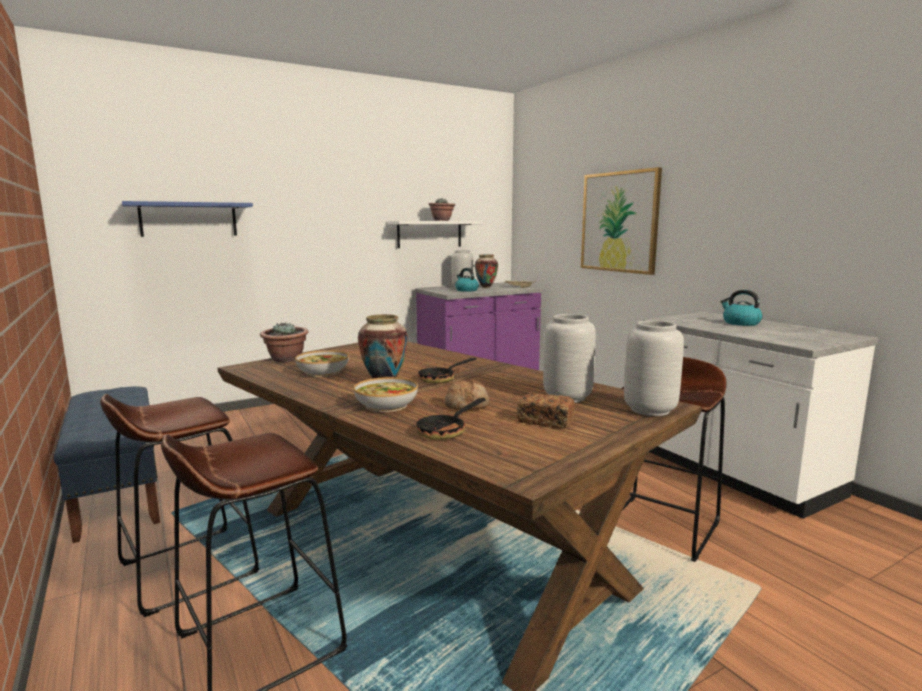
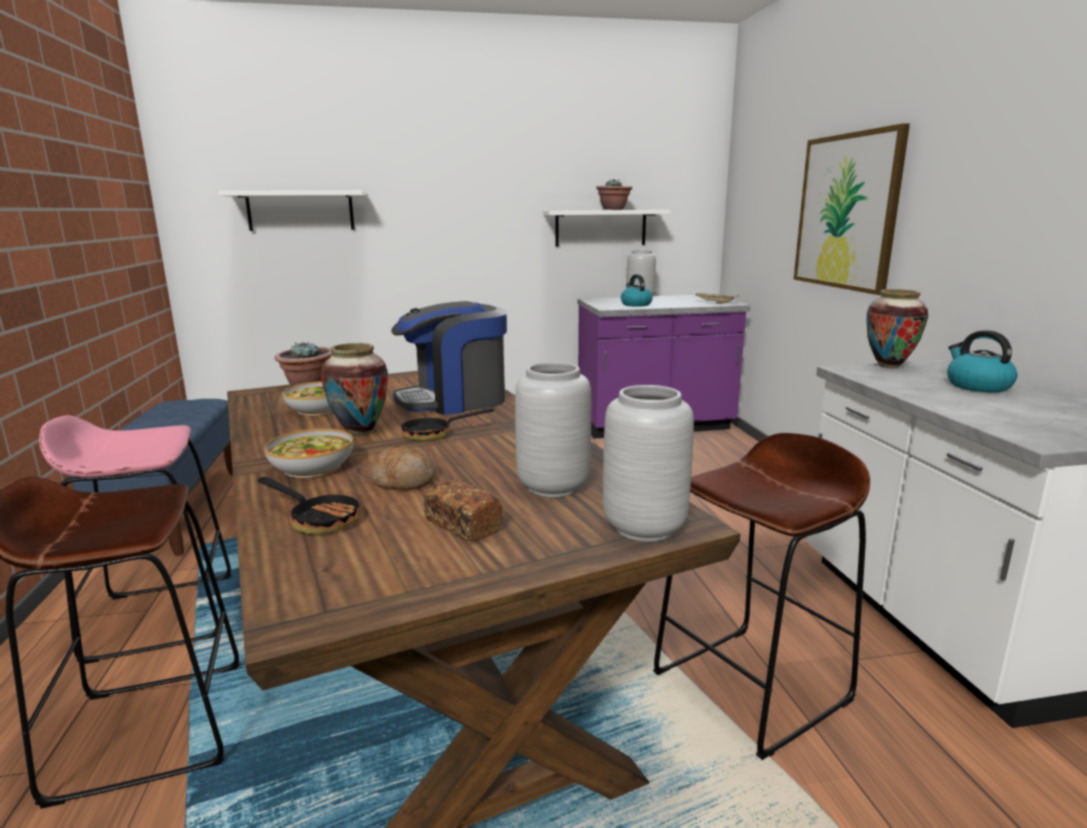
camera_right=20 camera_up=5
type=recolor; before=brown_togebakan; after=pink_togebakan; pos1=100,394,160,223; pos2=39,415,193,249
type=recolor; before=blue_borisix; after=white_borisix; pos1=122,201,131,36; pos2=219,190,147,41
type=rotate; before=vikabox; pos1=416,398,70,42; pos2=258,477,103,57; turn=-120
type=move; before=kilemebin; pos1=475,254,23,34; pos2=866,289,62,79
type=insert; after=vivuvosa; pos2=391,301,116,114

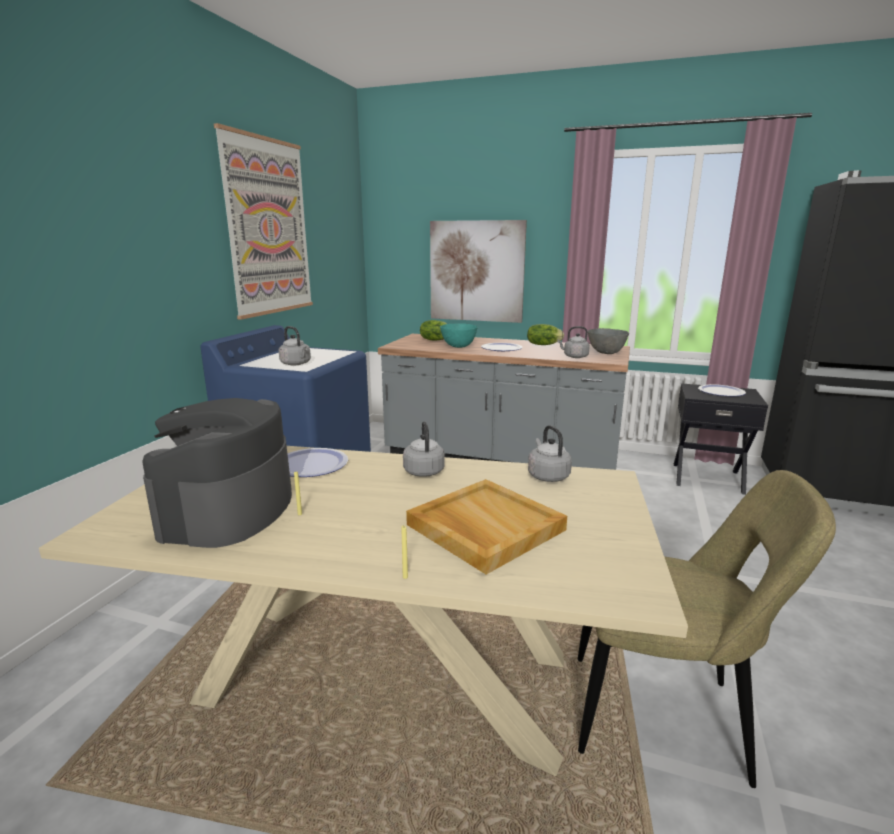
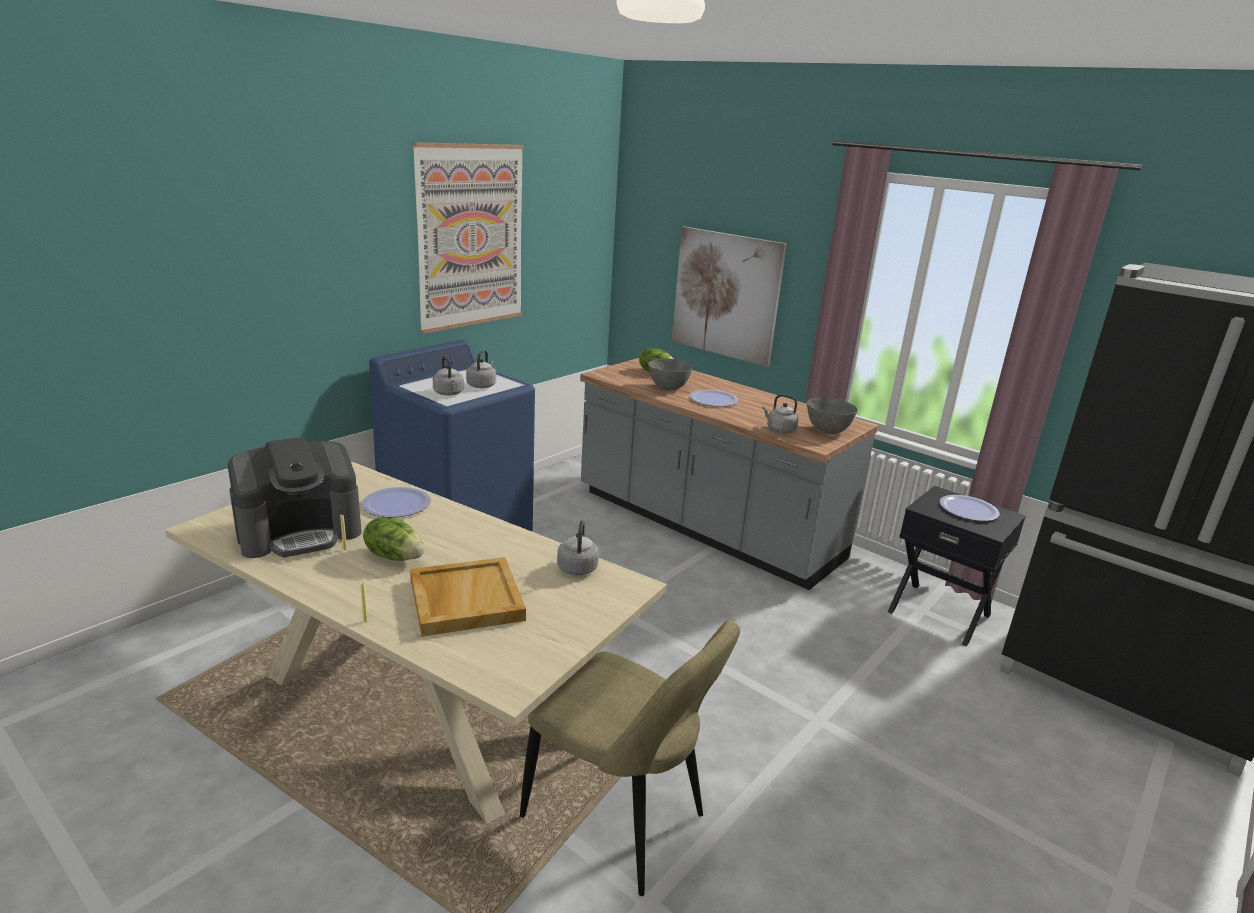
camera_right=20 camera_up=5
type=rotate; before=vivuvosa; pos1=142,398,150,150; pos2=228,437,134,121; turn=-150
type=move; before=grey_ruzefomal; pos1=403,421,42,56; pos2=466,350,30,38
type=recolor; before=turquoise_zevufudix; after=grey_zevufudix; pos1=440,323,38,25; pos2=648,359,45,31
type=move; before=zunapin; pos1=527,324,37,21; pos2=363,517,62,44

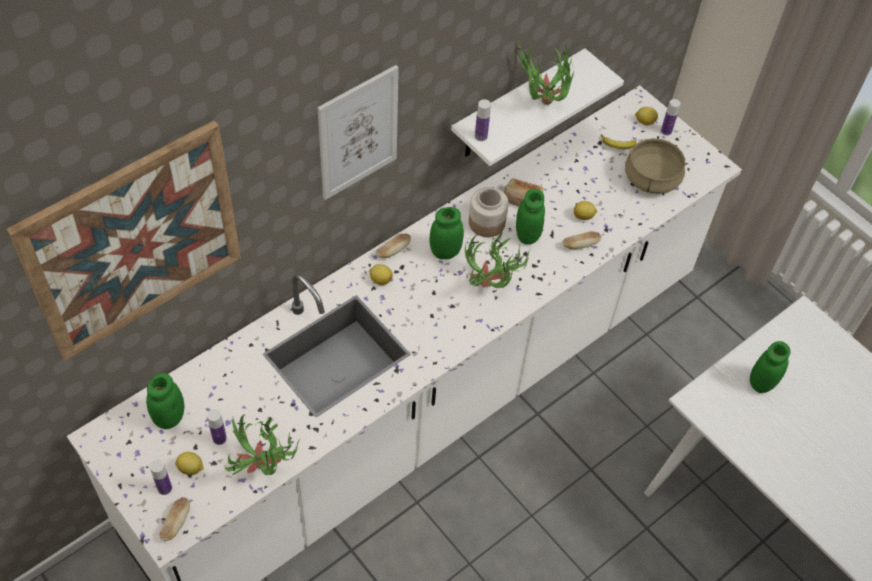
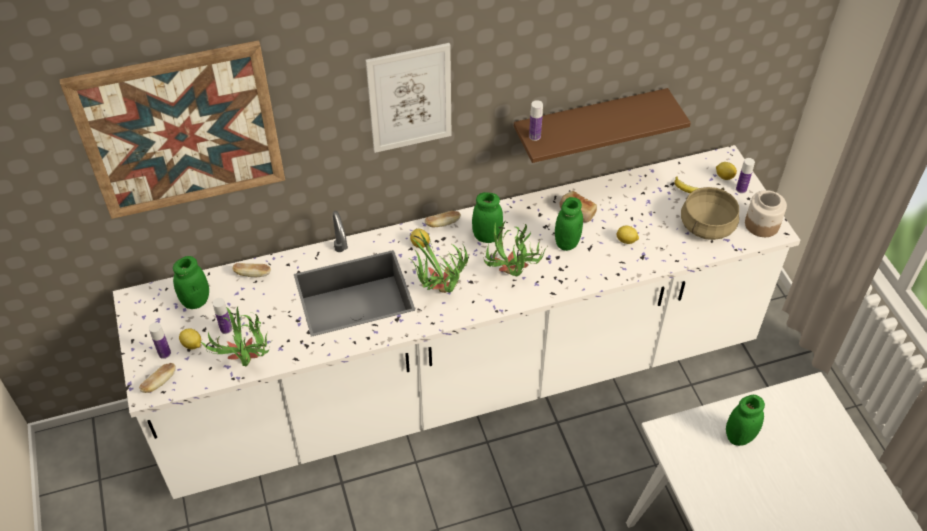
camera_right=25 camera_up=-5
type=recolor; before=white_borisix; after=brown_borisix; pos1=451,48,173,118; pos2=514,88,177,75
type=move; before=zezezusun; pos1=469,187,39,50; pos2=745,190,42,47
type=move; before=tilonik; pos1=515,41,59,64; pos2=408,230,60,63
type=move; before=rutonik; pos1=563,231,38,18; pos2=232,263,39,15

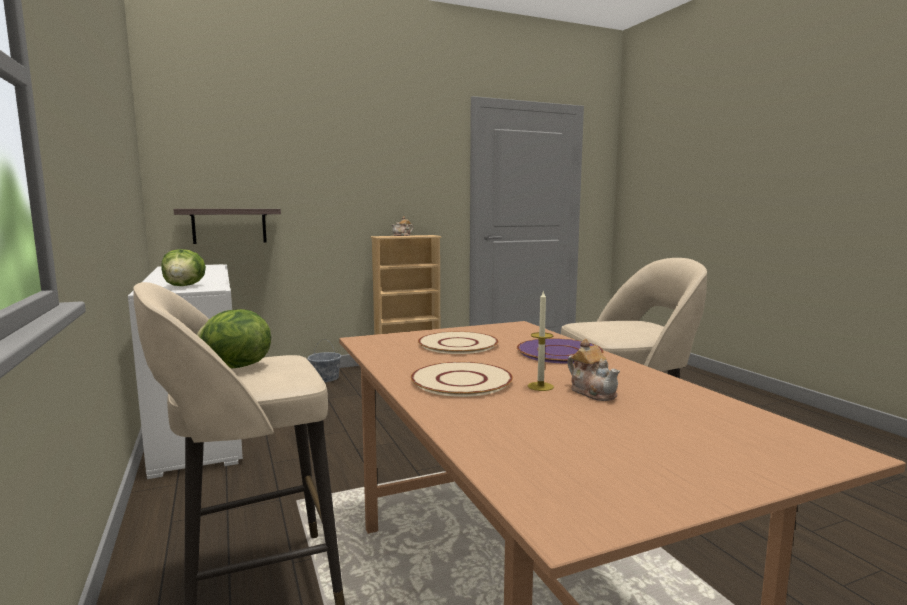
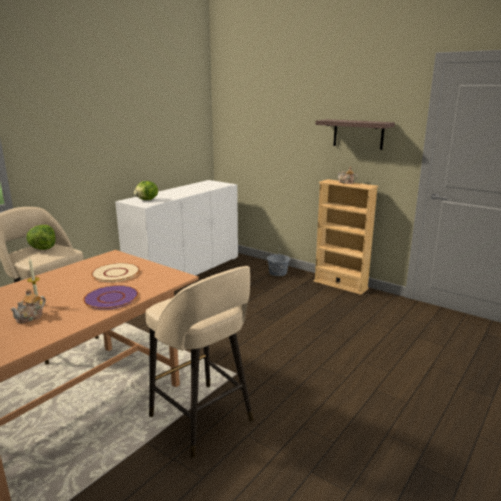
camera_right=60 camera_up=10
type=move; before=borisix; pos1=173,209,108,35; pos2=316,119,79,31
type=delete; before=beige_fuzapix; pos1=411,362,102,35

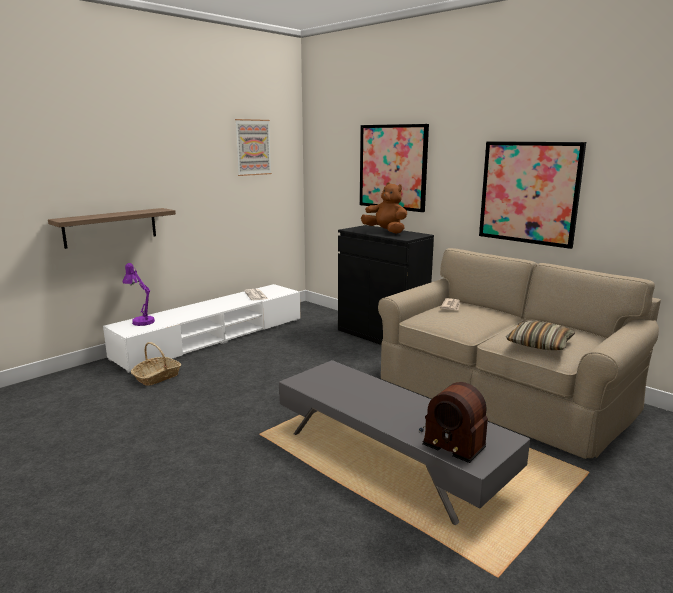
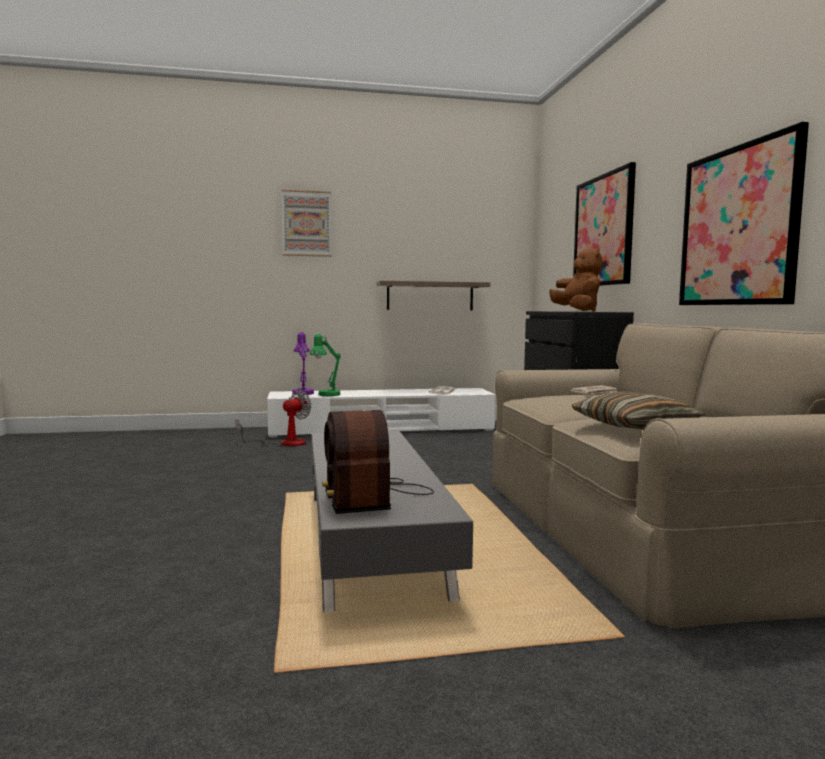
camera_right=35 camera_up=-10
type=move; before=borisix; pos1=48,208,128,41; pos2=377,281,113,29
type=replace; before=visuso; after=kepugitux; pos1=131,342,50,44; pos2=236,390,75,56
type=move; before=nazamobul; pos1=235,119,37,57; pos2=282,190,49,67
type=insert; after=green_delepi; pos2=310,334,31,62

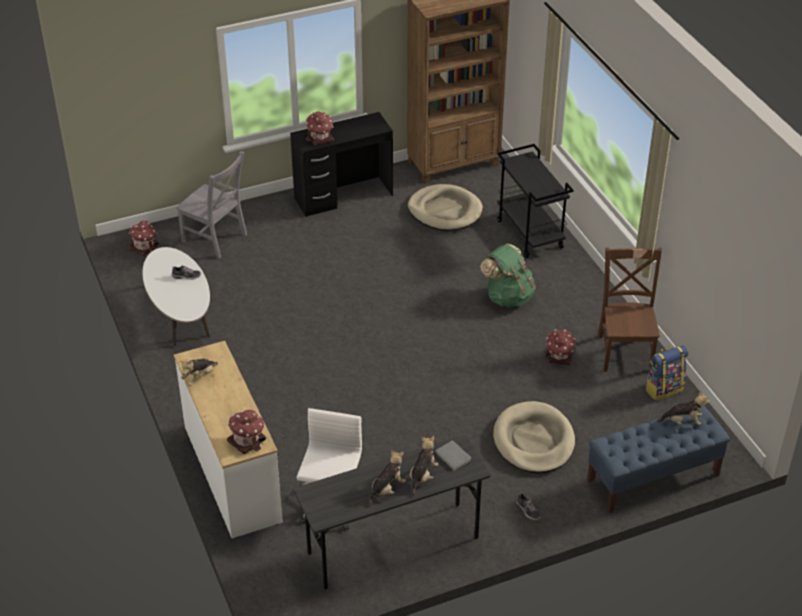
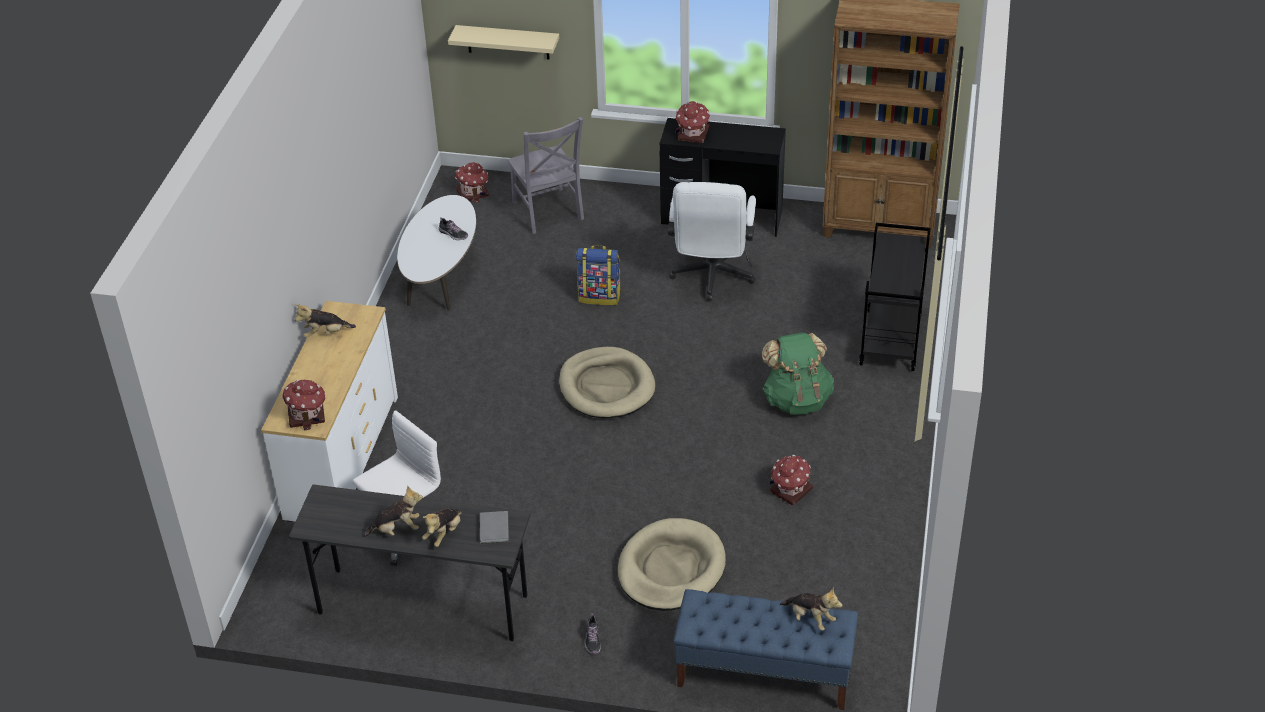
camera_right=35 camera_up=0
type=move; before=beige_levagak; pos1=408,184,75,47; pos2=559,347,96,71
type=rotate; before=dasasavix; pos1=410,436,28,60; pos2=422,508,40,39; turn=150
type=delete; before=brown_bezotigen; pos1=598,247,64,124
type=move; before=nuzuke; pos1=645,345,43,56; pos2=576,245,45,60
type=insert; after=beige_borisix; pos2=448,25,111,35
type=insert; after=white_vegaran; pos2=668,182,88,119

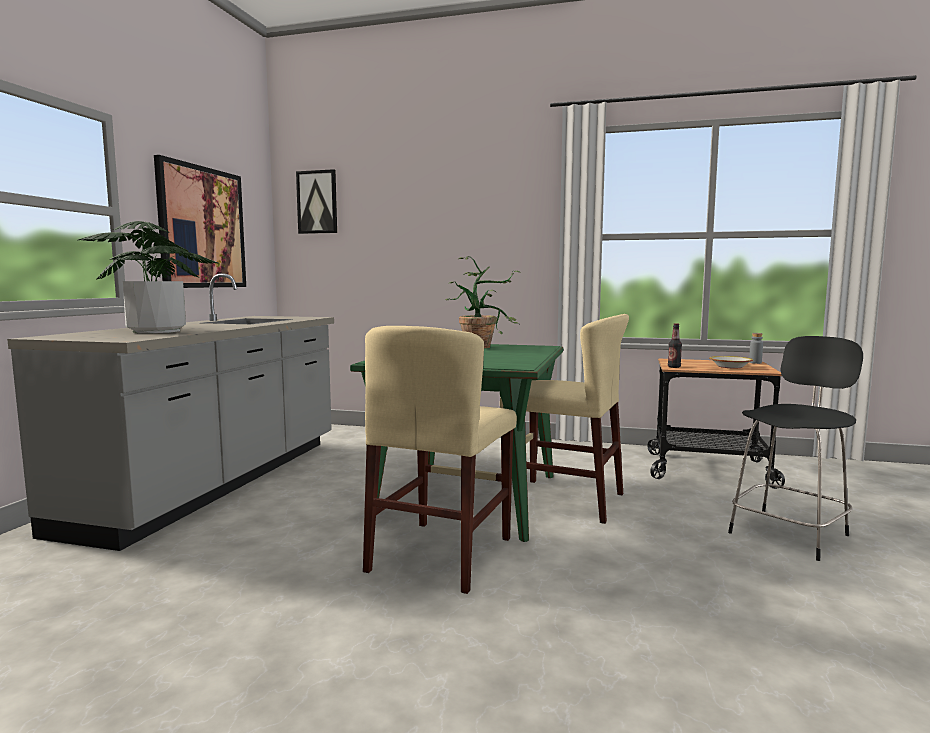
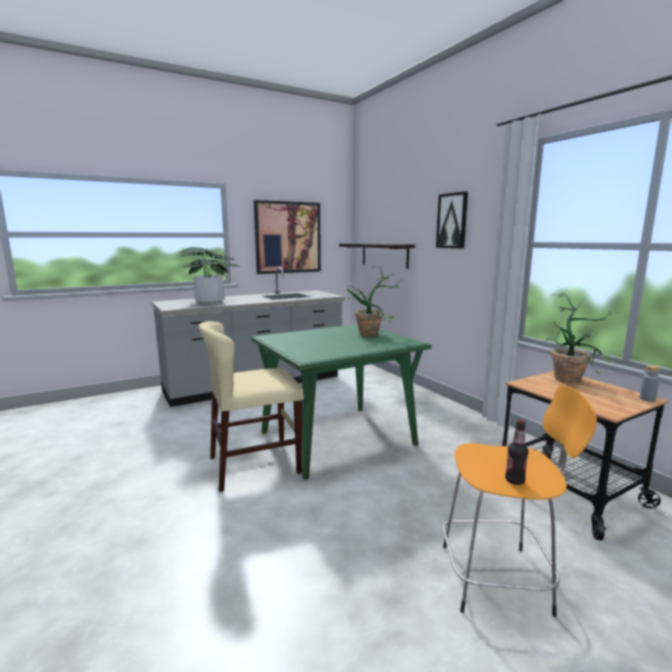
camera_right=45 camera_up=5
type=move; before=nazamobul; pos1=296,169,41,65; pos2=436,191,32,57
type=delete; before=beige_bezotigen; pos1=500,314,129,210
type=move; before=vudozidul; pos1=668,324,14,44; pos2=505,420,23,65
type=delete; before=zevufudix; pos1=709,356,44,12
type=recolor; before=black_togebakan; after=orange_togebakan; pos1=728,336,135,225; pos2=443,385,154,232
type=insert; after=borisix; pos2=339,243,76,26
type=insert; after=tilonik; pos2=545,293,72,91

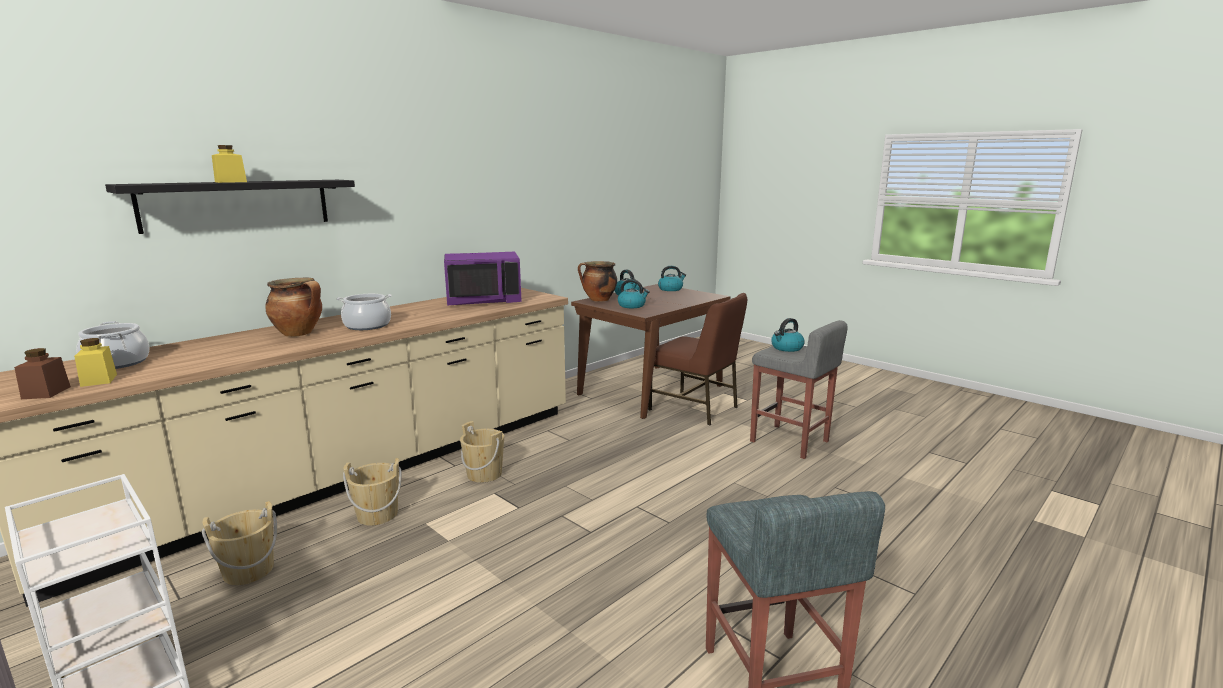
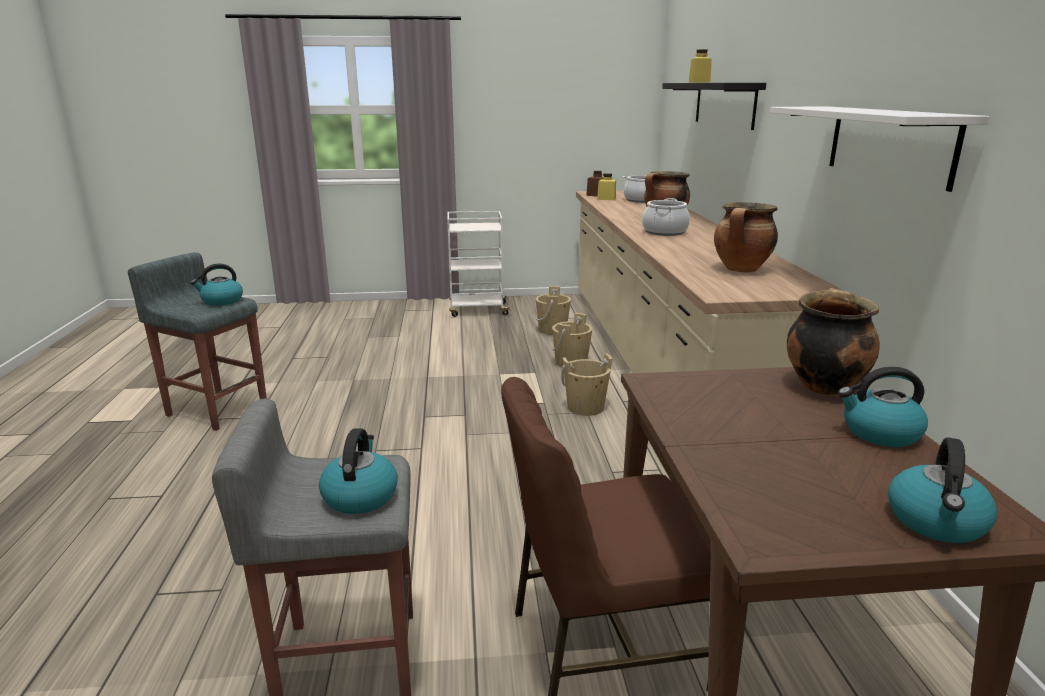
camera_right=130 camera_up=5
type=replace; before=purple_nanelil; after=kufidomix; pos1=444,252,78,54; pos2=714,202,64,71
type=move; before=ruzefomal; pos1=618,279,32,29; pos2=191,263,52,43
type=insert; after=white_borisix; pos2=770,107,219,85

